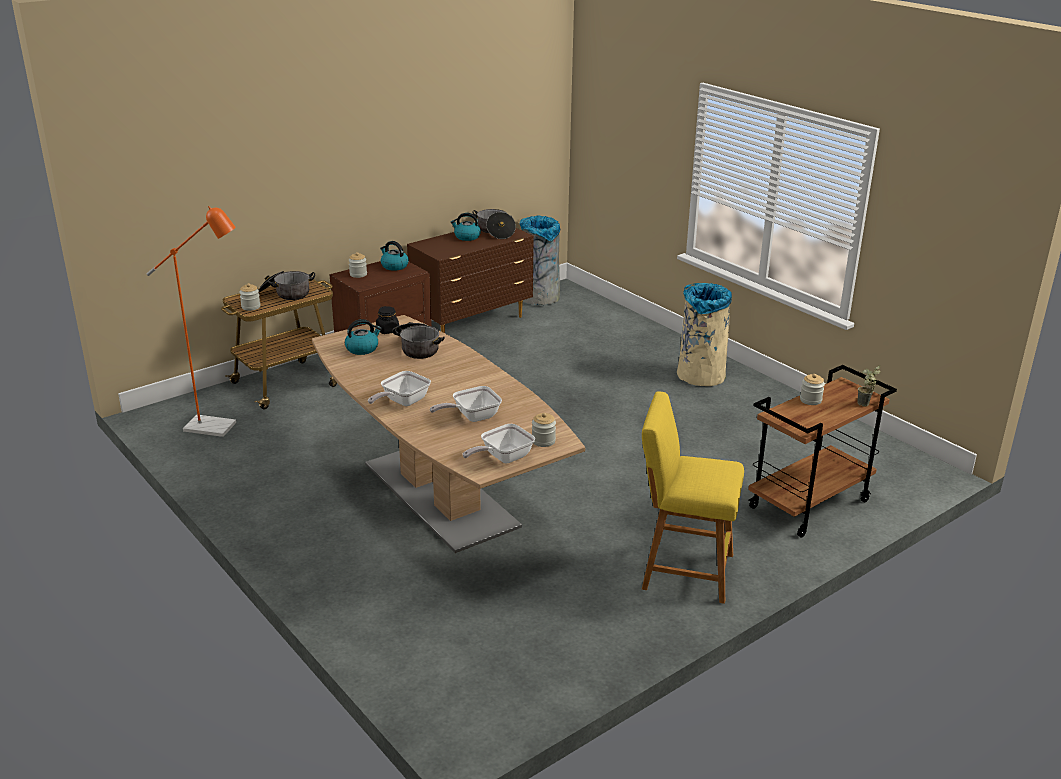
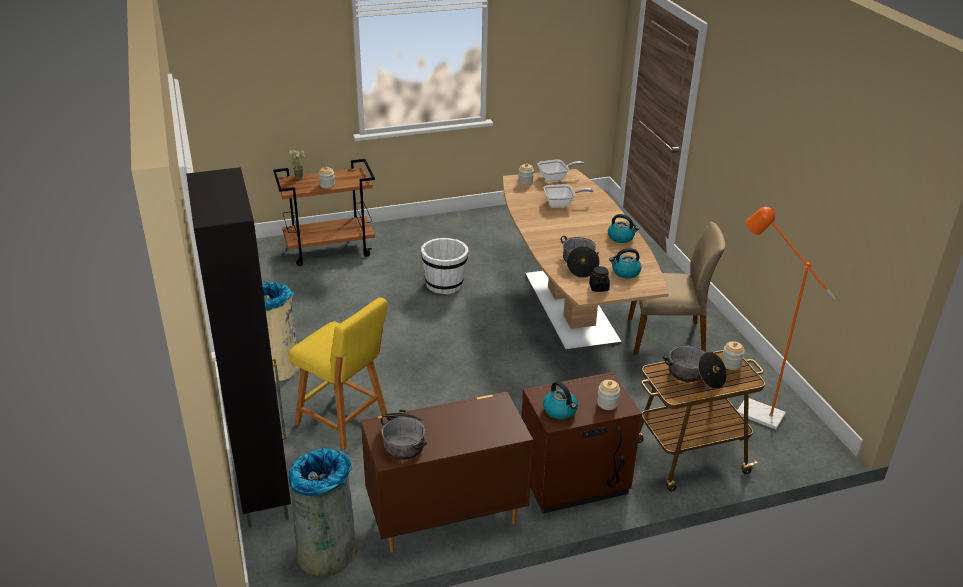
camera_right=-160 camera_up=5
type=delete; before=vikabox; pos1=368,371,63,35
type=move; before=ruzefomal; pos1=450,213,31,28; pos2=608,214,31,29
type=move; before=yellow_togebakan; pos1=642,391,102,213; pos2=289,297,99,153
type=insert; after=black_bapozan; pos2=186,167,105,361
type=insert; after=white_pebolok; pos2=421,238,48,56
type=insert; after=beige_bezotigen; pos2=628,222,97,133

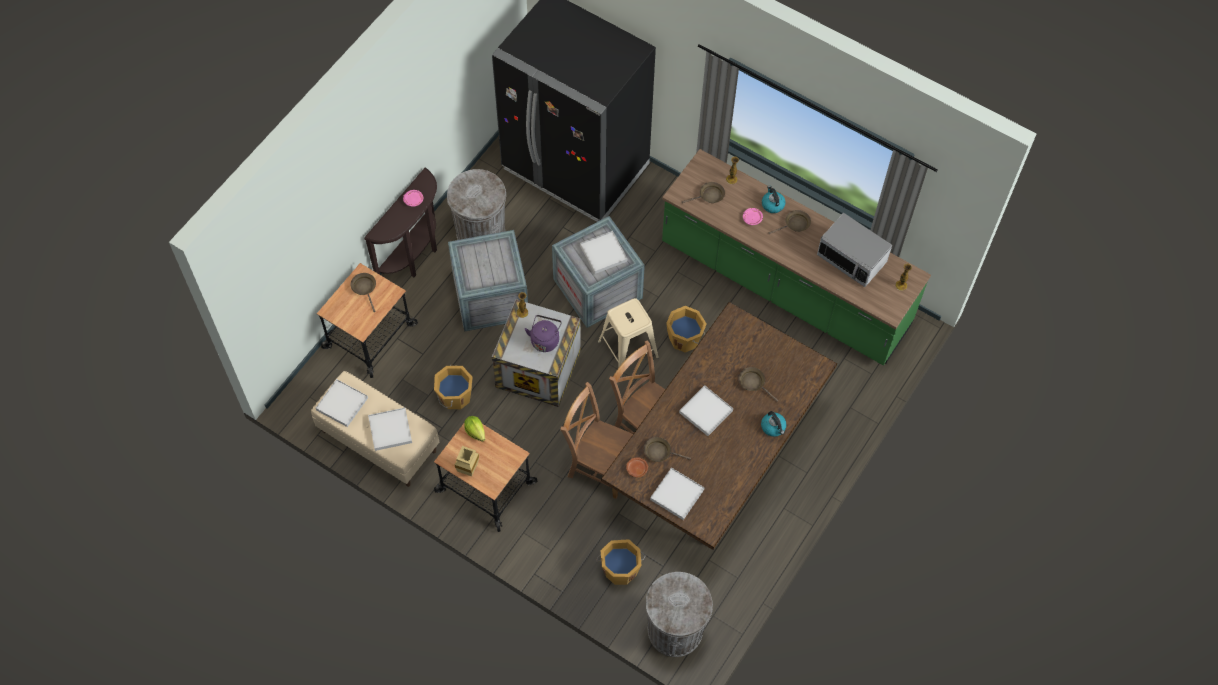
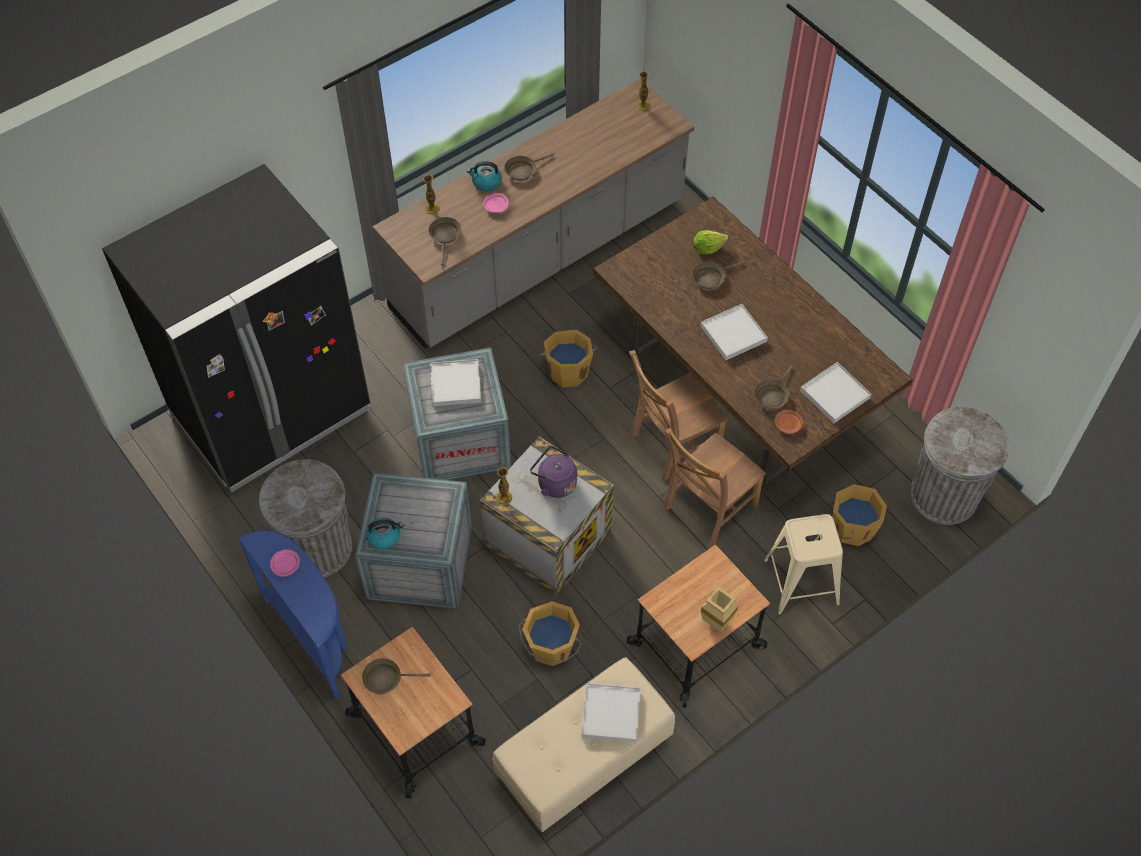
camera_right=-70 camera_up=-5
type=delete; before=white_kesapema; pos1=316,379,52,48
type=recolor; before=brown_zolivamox; after=blue_zolivamox; pos1=364,168,73,109; pos2=238,531,109,168
type=move; before=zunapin; pos1=464,416,21,26; pos2=693,230,35,24
type=move; before=beige_togebakan; pos1=598,298,61,70; pos2=764,514,79,101
type=recolor; before=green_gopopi; after=grey_gopopi; pos1=662,149,269,217; pos2=373,78,321,271
type=move; before=ruzefomal; pos1=761,411,25,26; pos2=366,518,38,32
type=rotate; before=brown_vikabox; pos1=769,210,42,24; pos2=504,153,50,28; turn=-120
type=delete; before=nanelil; pos1=817,213,75,74

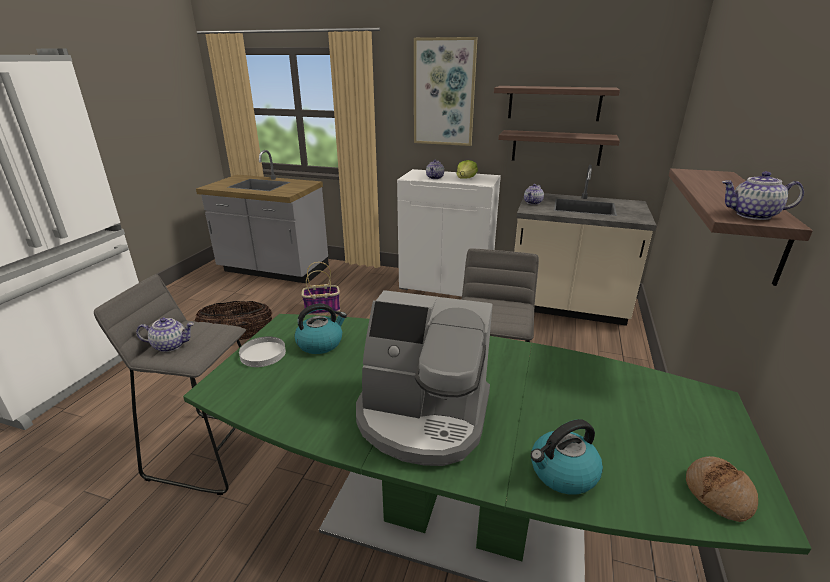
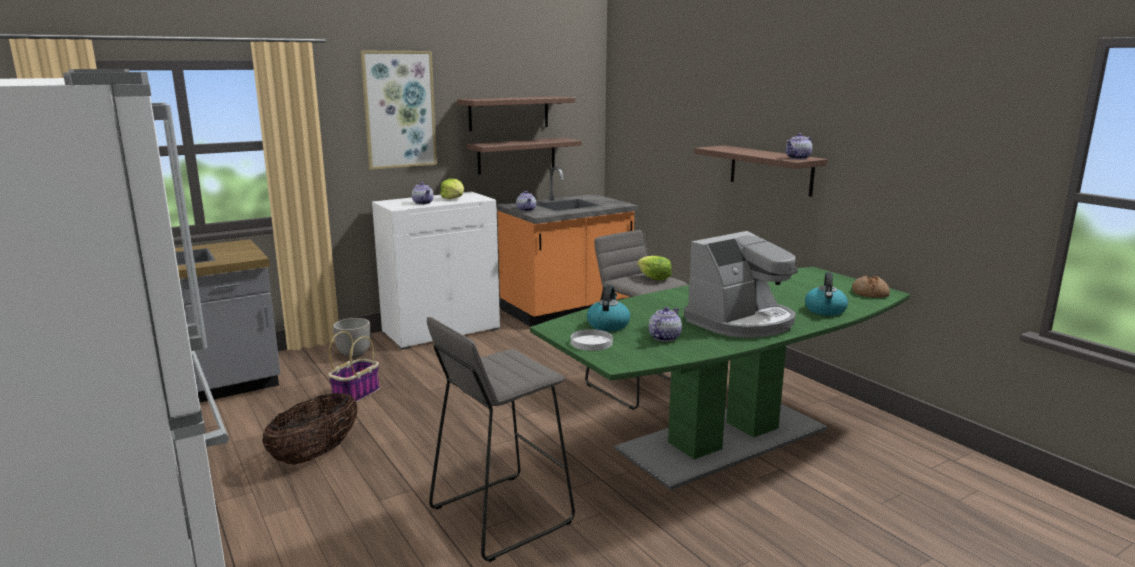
camera_right=-50 camera_up=-10
type=move; before=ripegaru; pos1=136,317,58,35; pos2=649,307,33,35
type=recolor; before=beige_gopopi; after=orange_gopopi; pos1=514,165,143,161; pos2=497,167,141,159
type=insert; after=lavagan; pos2=333,318,38,40
type=insert; after=zunapin; pos2=637,256,35,25

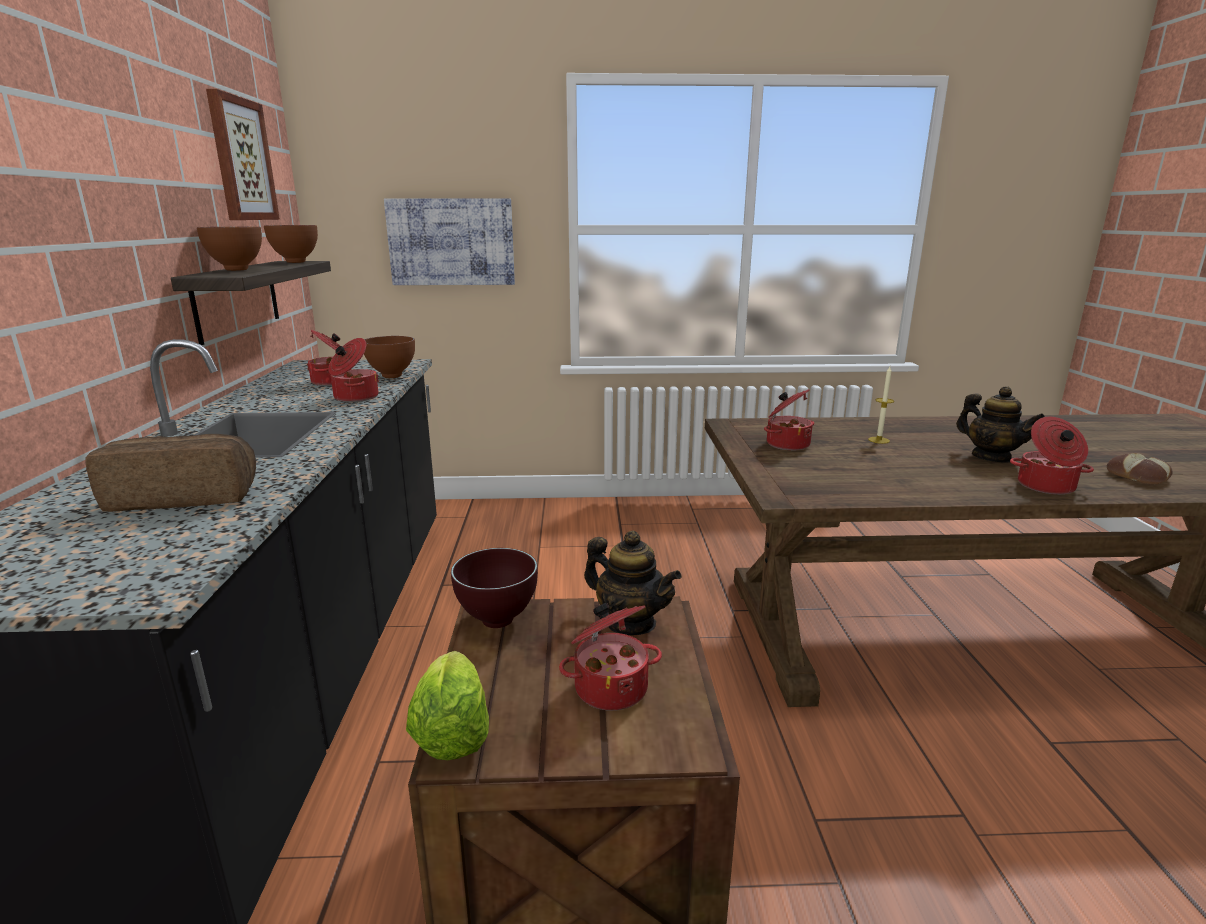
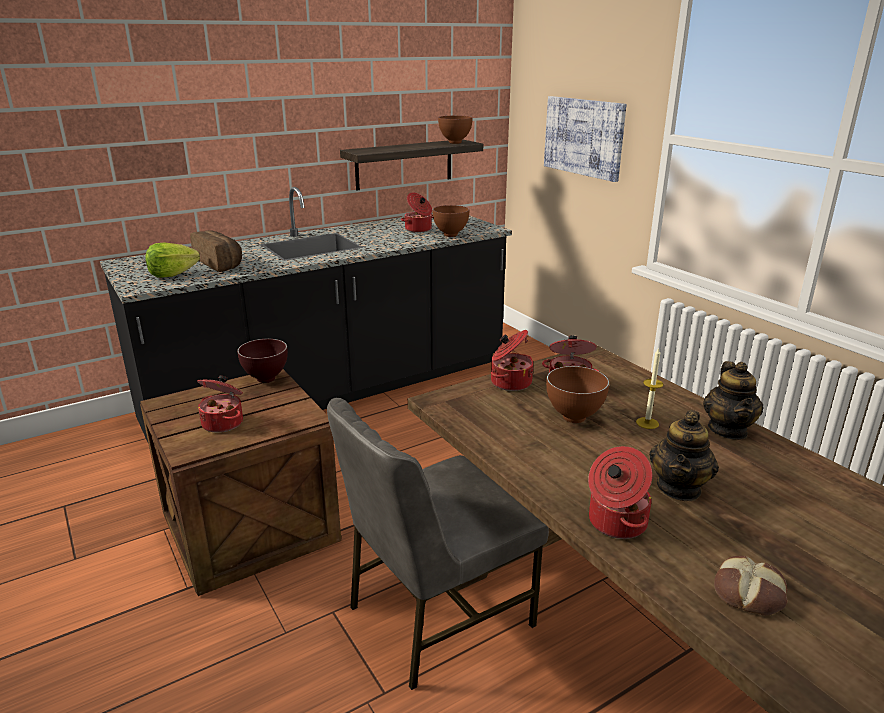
camera_right=60 camera_up=5
type=move; before=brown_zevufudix; pos1=197,227,65,44; pos2=546,366,63,57
type=delete; before=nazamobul; pos1=206,89,74,131
type=move; before=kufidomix; pos1=328,338,51,64; pos2=491,330,43,61
type=move; before=zunapin; pos1=406,651,83,109; pos2=145,243,55,34
type=move; before=ripegaru; pos1=584,531,98,104; pos2=703,361,61,79
type=insert; after=grey_bezotigen; pos2=327,398,222,292

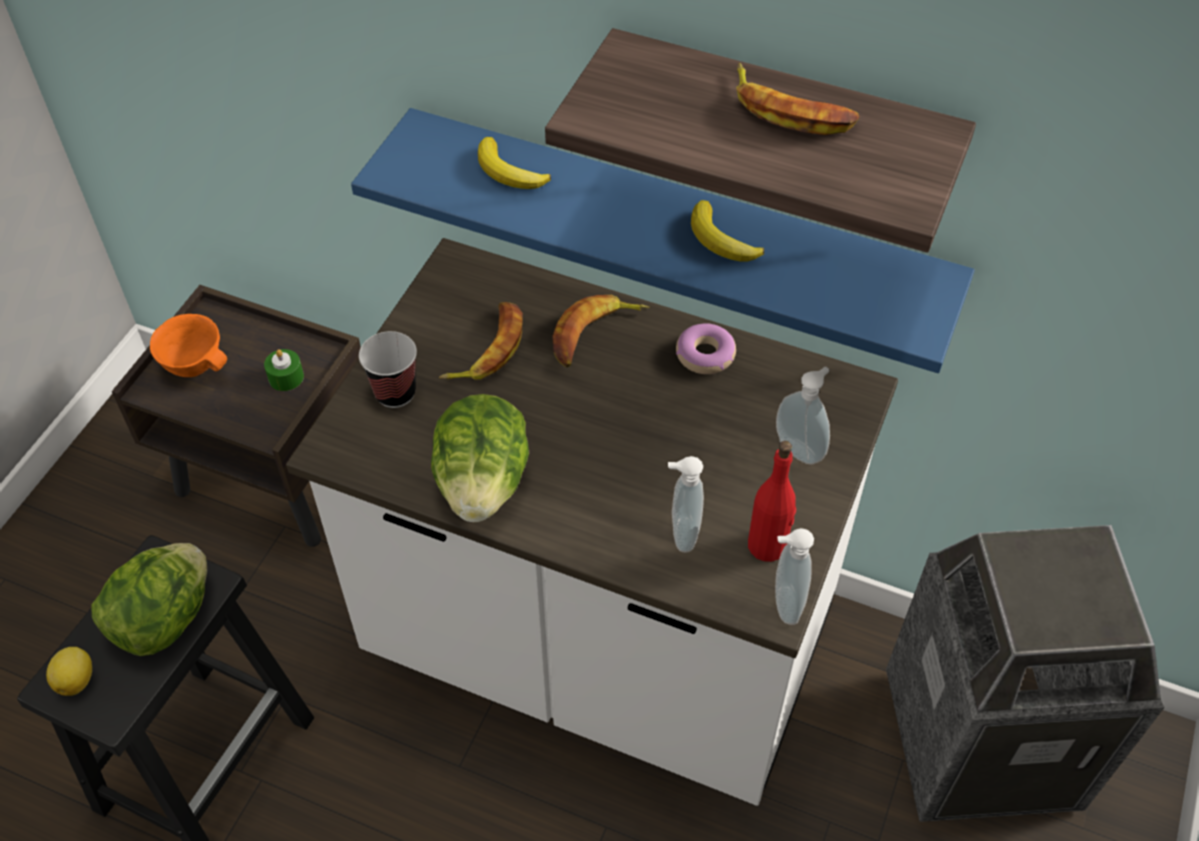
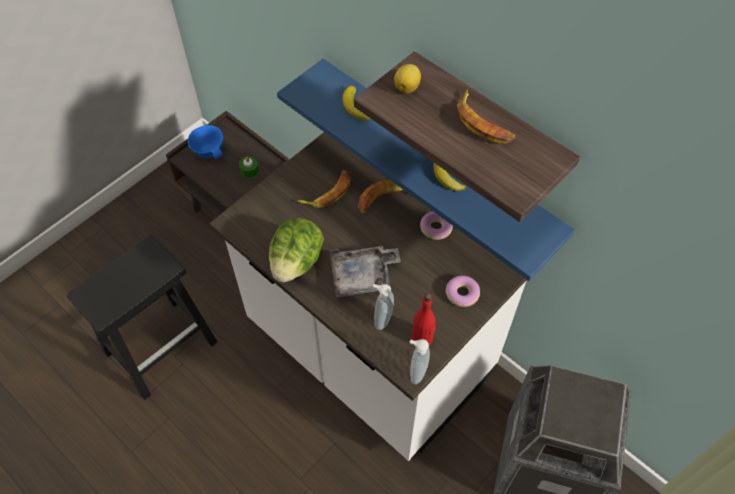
camera_right=20 camera_up=5
type=move; before=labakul; pos1=46,647,46,49; pos2=394,64,27,29
type=delete; before=zunapin; pos1=91,543,116,113
type=recolor; before=orange_zevufudix; after=blue_zevufudix; pos1=150,314,77,63; pos2=188,125,35,34
type=delete; before=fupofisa; pos1=359,331,58,77
type=replace; before=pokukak; after=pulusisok; pos1=776,367,54,98; pos2=445,276,35,31
type=insert; after=grey_kesapema; pos2=330,246,71,51

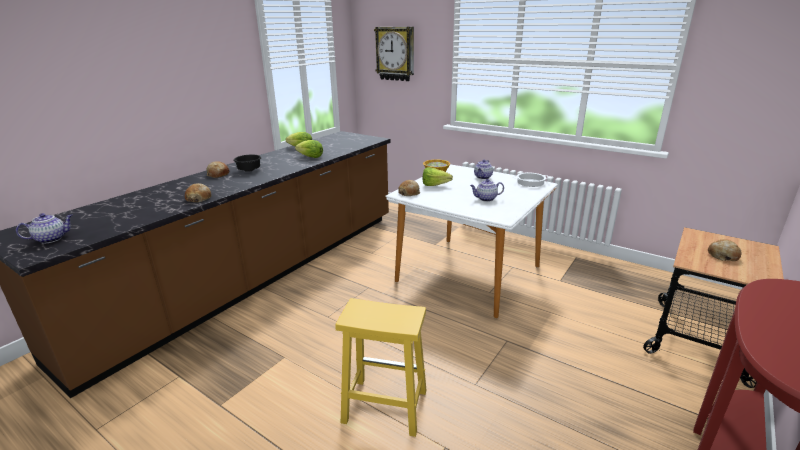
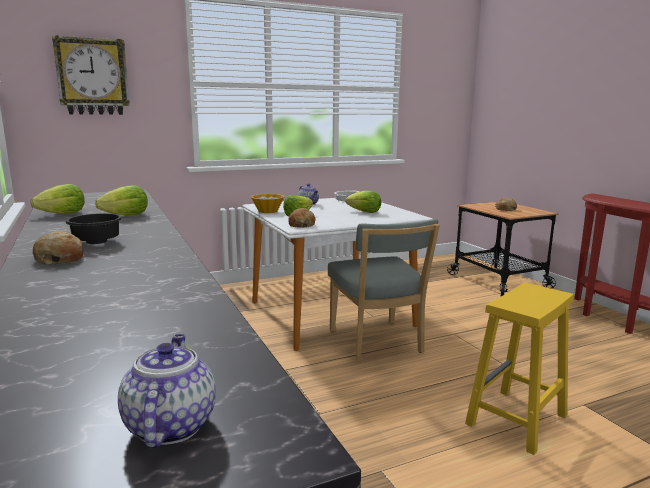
camera_right=-60 camera_up=-10
type=delete; before=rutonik; pos1=185,183,27,19
type=replace; before=ripegaru; after=zunapin; pos1=470,179,34,23; pos2=345,191,36,22
type=insert; after=grey_bezotigen; pos2=328,219,112,143

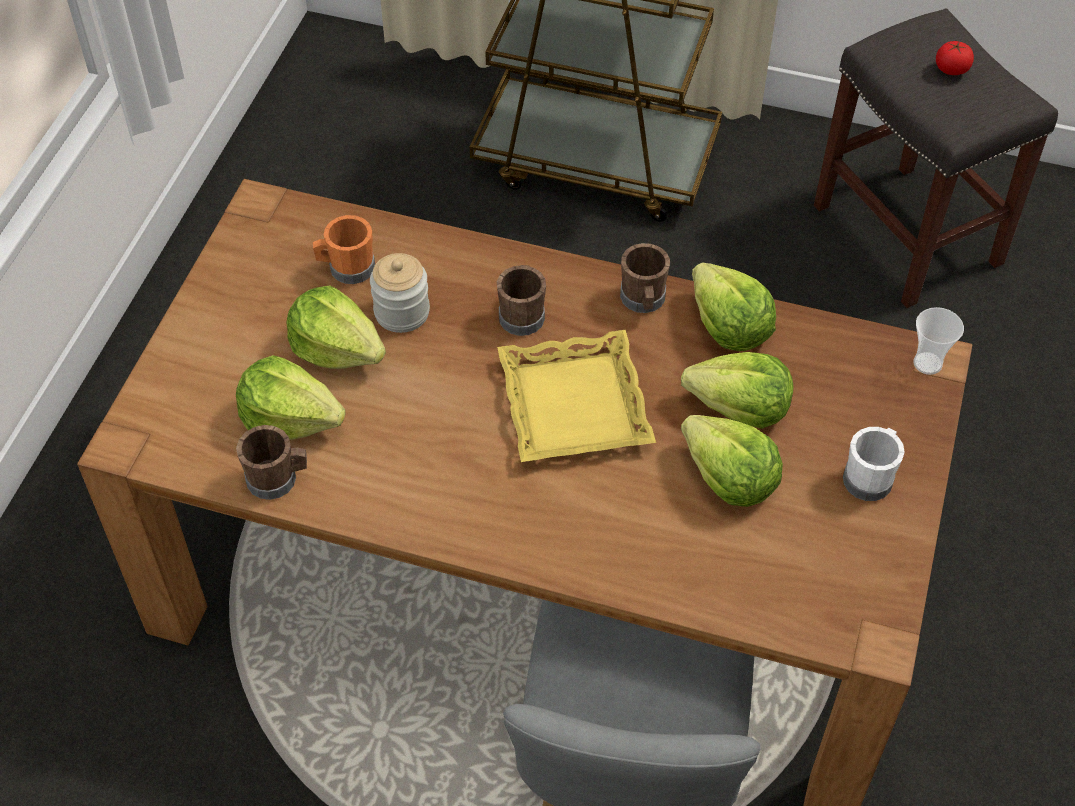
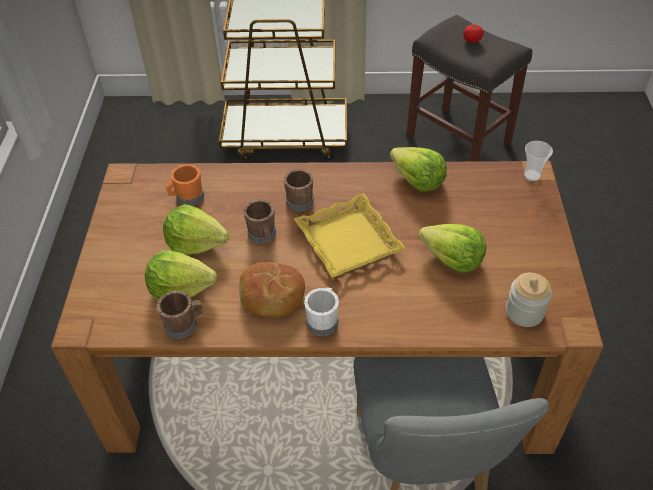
camera_right=-15 camera_up=-5
type=move; before=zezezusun; pos1=370,253,60,80; pos2=506,273,46,54
type=move; before=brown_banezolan; pos1=620,243,50,70; pos2=244,199,32,44
type=delete; before=zunapin; pos1=681,352,112,77
type=move; before=white_banezolan; pos1=843,427,61,74; pos2=304,287,35,49
type=insert; after=rutonik; pos2=239,262,66,56

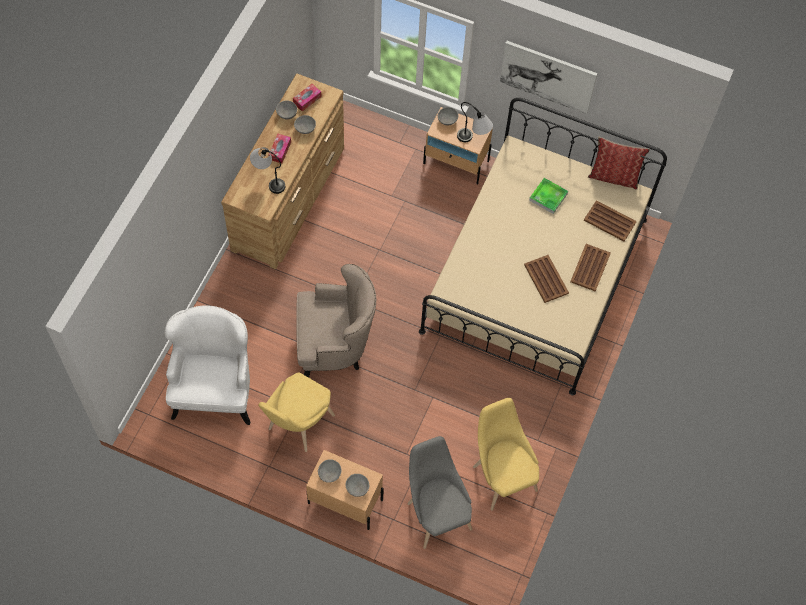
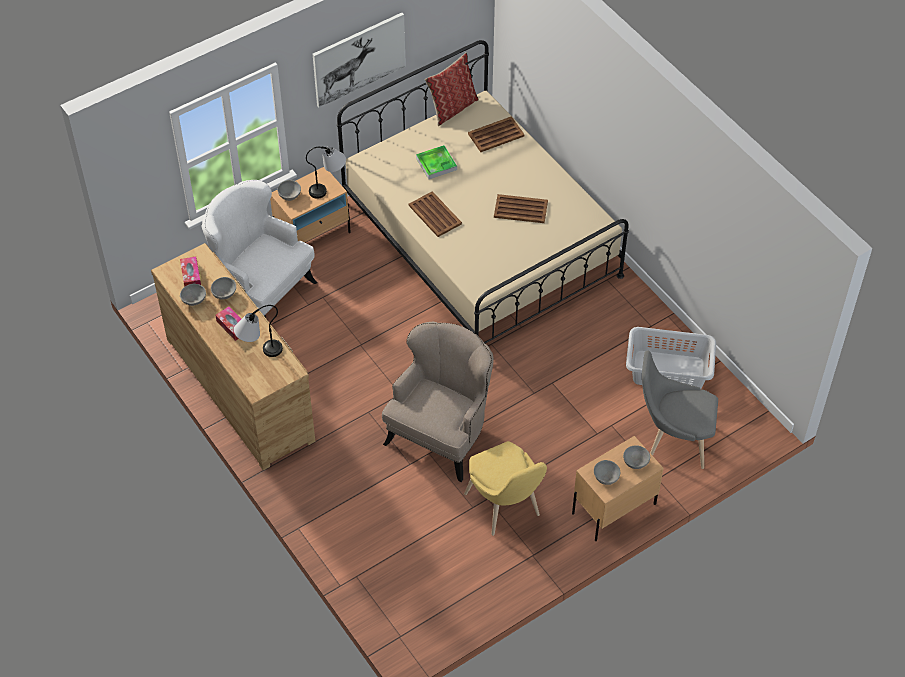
camera_right=-55 camera_up=-10
type=move; before=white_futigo; pos1=165,306,85,119; pos2=202,180,115,138
type=replace; before=yellow_bezotigen; after=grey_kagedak; pos1=473,398,66,113; pos2=626,327,90,63
type=move; before=brown_kesapema; pos1=570,244,41,48; pos2=409,191,53,46

